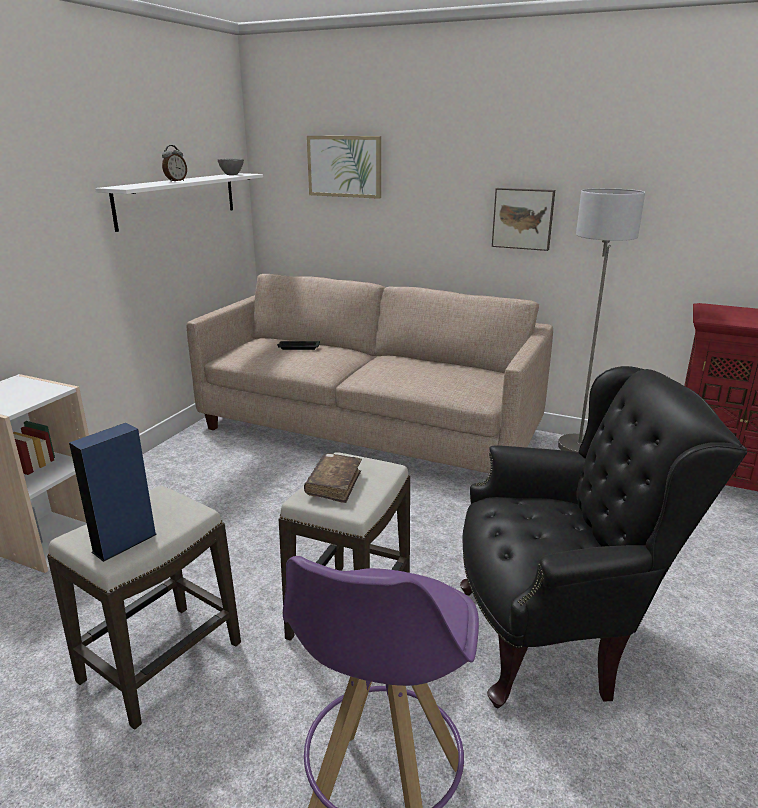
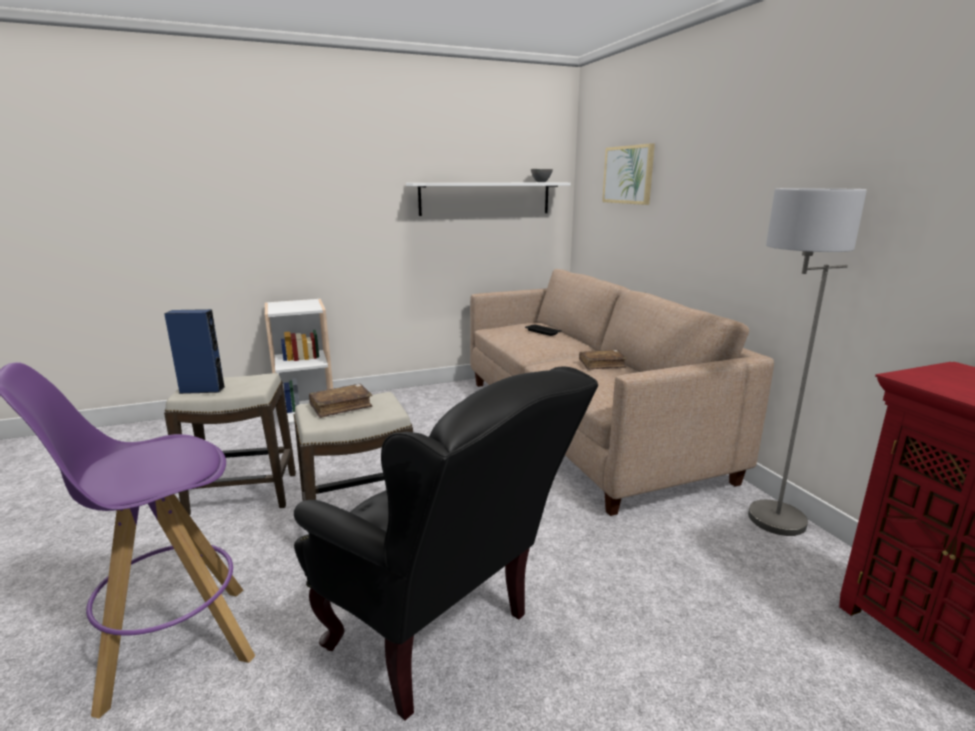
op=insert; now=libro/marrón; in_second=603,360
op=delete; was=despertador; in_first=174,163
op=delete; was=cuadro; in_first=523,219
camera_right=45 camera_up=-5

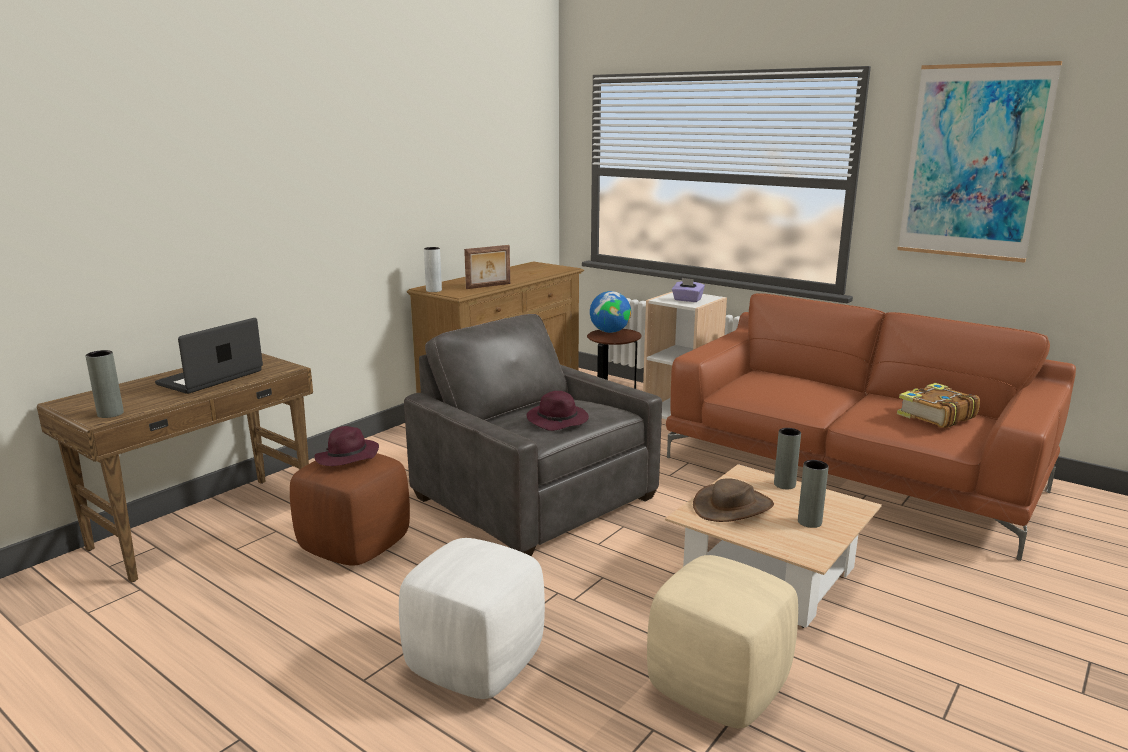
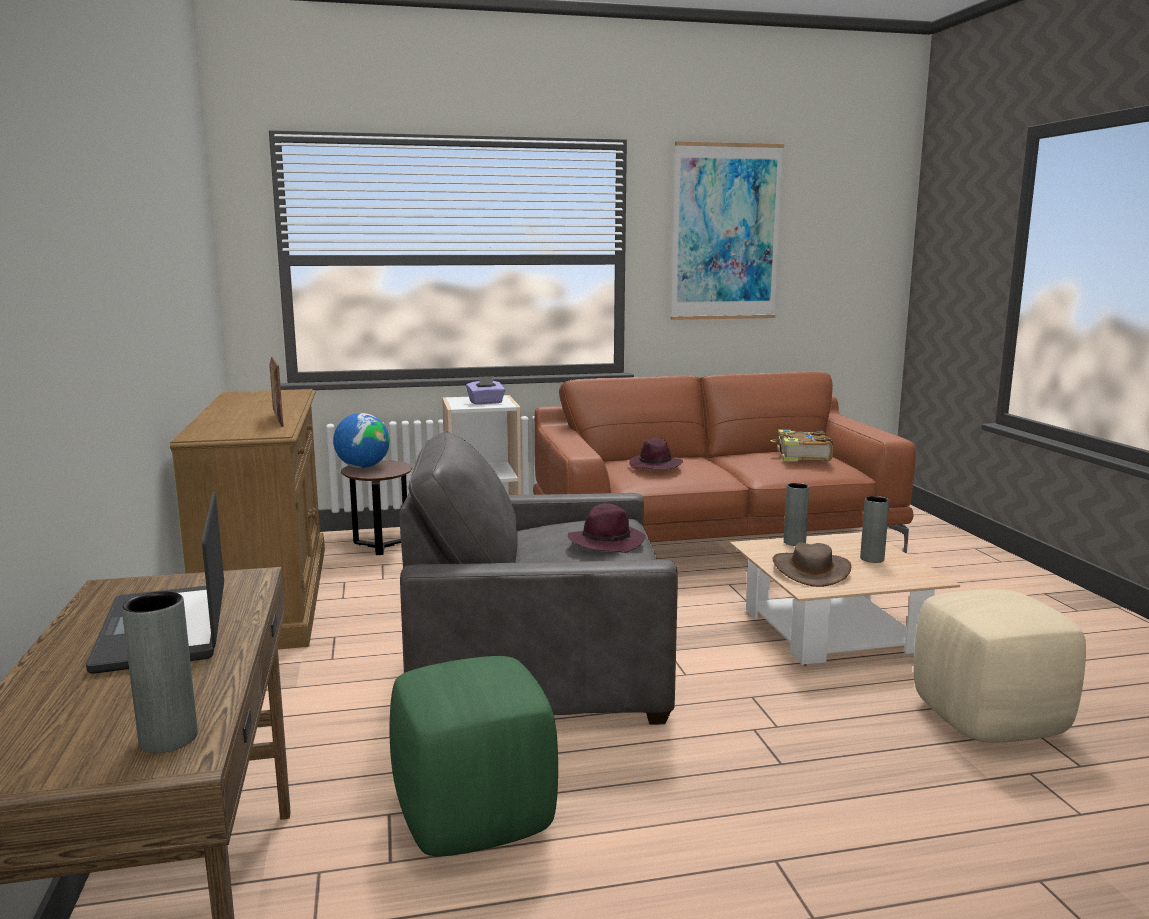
op=rotate; was=portarretratos; in_first=487,267; in_second=276,392; clockwise=150
op=recolor; was=puf/marrón; now=puf/verde; in_first=350,509; in_second=474,756
op=move; was=sombrero/morado; in_first=347,446; in_second=656,454
op=delete; was=puf/blanco; in_first=472,618
op=delete; was=florero/gris; in_first=433,269
camera_right=-50 camera_up=-5

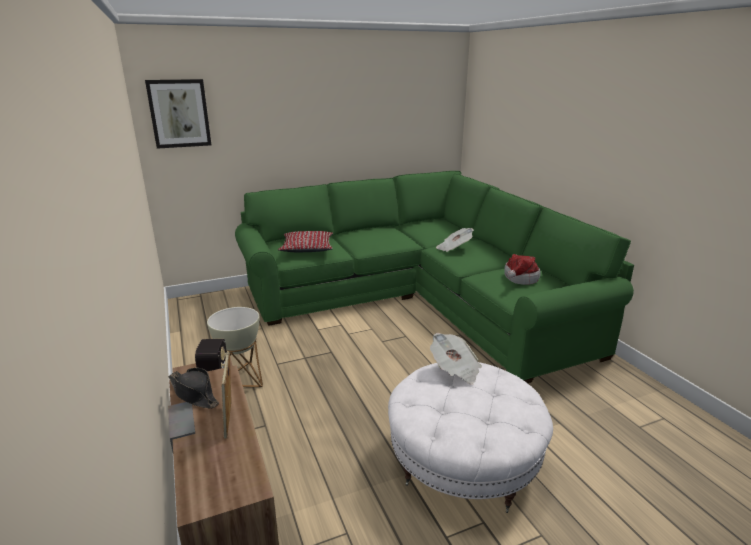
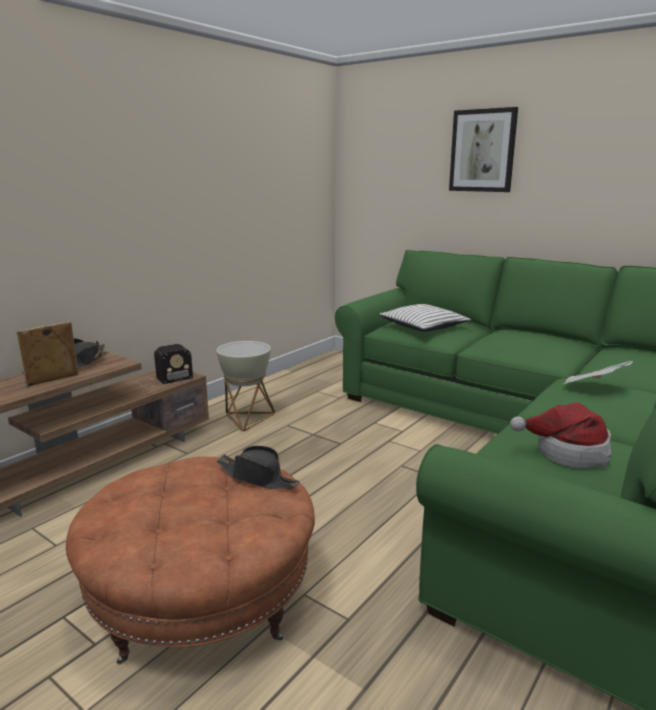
op=recolor; was=puf/blanco; now=puf/marrón; in_first=470,437; in_second=190,560
op=replace; was=periódico; now=sombrero/negro; in_first=456,358; in_second=258,467
op=recolor; was=cojín/rojo; now=cojín/blanco; in_first=305,241; in_second=425,318
op=move; was=cuadro; in_first=178,114; in_second=483,149
camera_right=60 camera_up=-5

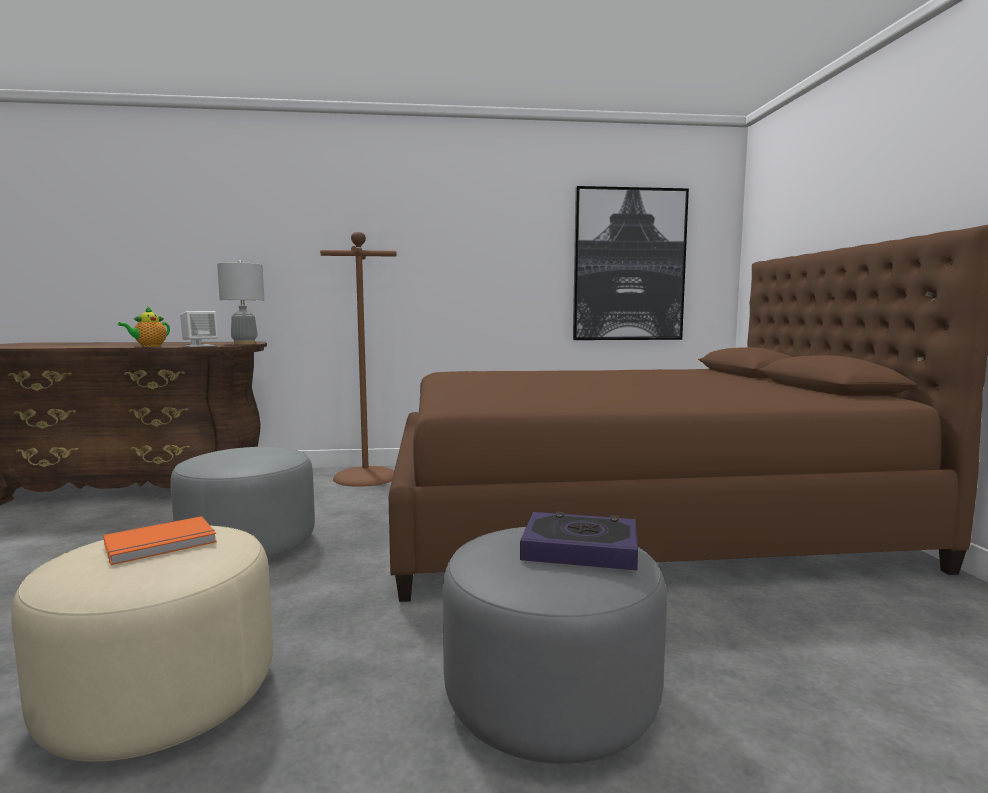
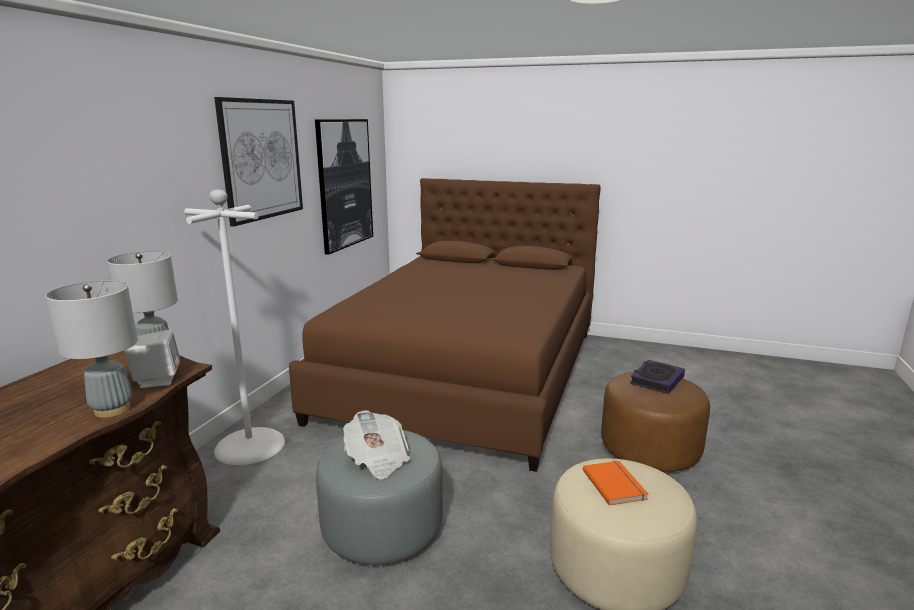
op=replace; was=tetera; now=lámpara de mesa/gris; in_first=144,326; in_second=91,349
op=recolor; was=perchero/marrón; now=perchero/blanco; in_first=358,359; in_second=234,327
op=insert; now=cuadro; in_second=258,162
op=insert; now=periódico; in_second=376,445
op=recolor; was=puf/gris; now=puf/marrón; in_first=555,645; in_second=655,422
camera_right=-65 camera_up=10

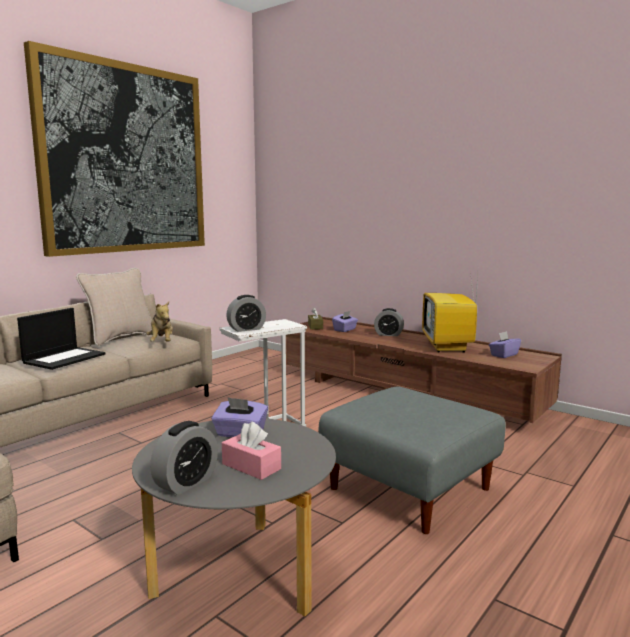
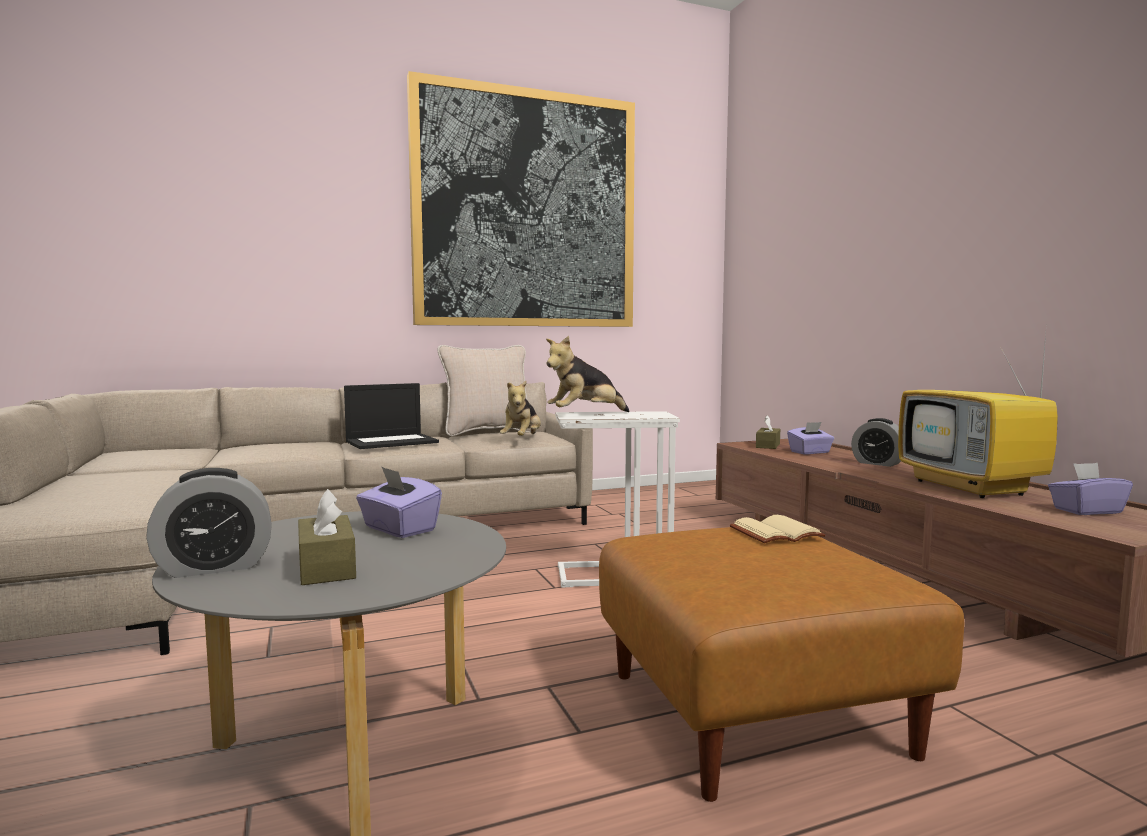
op=recolor; was=caja de pañuelos/rosa; now=caja de pañuelos/marrón; in_first=251,451; in_second=327,537
op=replace; was=despertador; now=peluche; in_first=246,313; in_second=587,374
op=recolor; was=puf/gris; now=puf/marrón; in_first=412,460; in_second=781,664
op=insert; now=libro/beis; in_second=778,529
op=rotate; was=televisor; in_first=450,312; in_second=978,416; clockwise=-45
camera_right=30 camera_up=-5

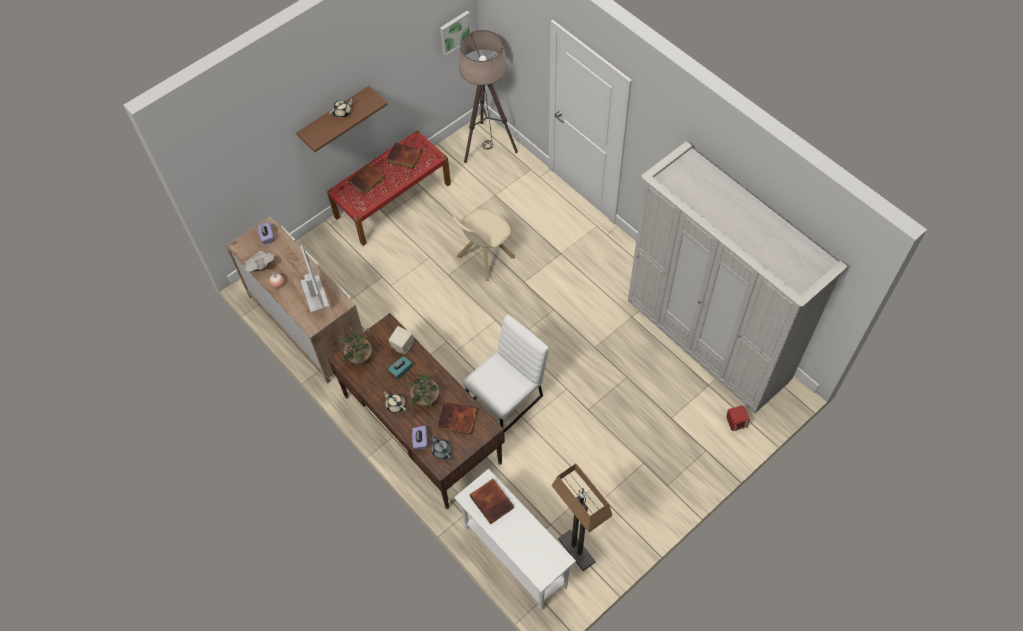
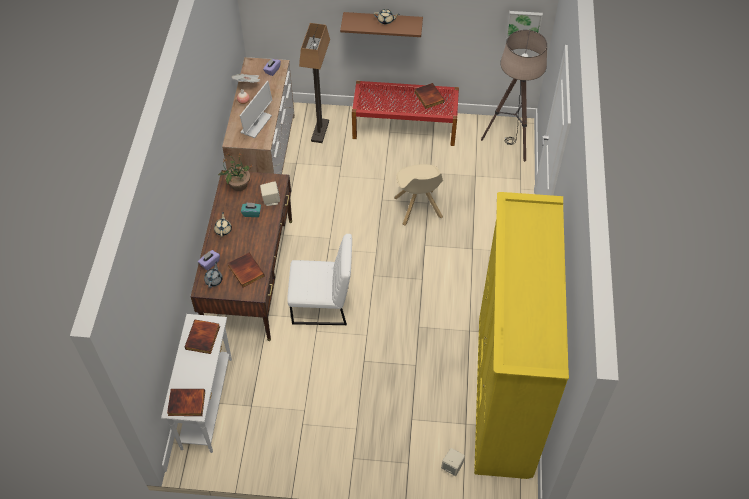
op=move; was=libro; in_first=366,179; in_second=186,402
op=move; was=lámpara de pie; in_first=582,517; in_second=314,83
op=rotate; was=silla/beis; in_first=484,245; in_second=418,194; clockwise=-105
op=recolor; was=altavoz/rojo; now=altavoz/beis; in_first=738,418; in_second=453,462
op=recolor; was=armario ropero/blanco; now=armario ropero/amarillo; in_first=738,277; in_second=521,335
op=delete; was=planta en maceta; in_first=422,388
camera_right=45 camera_up=-5

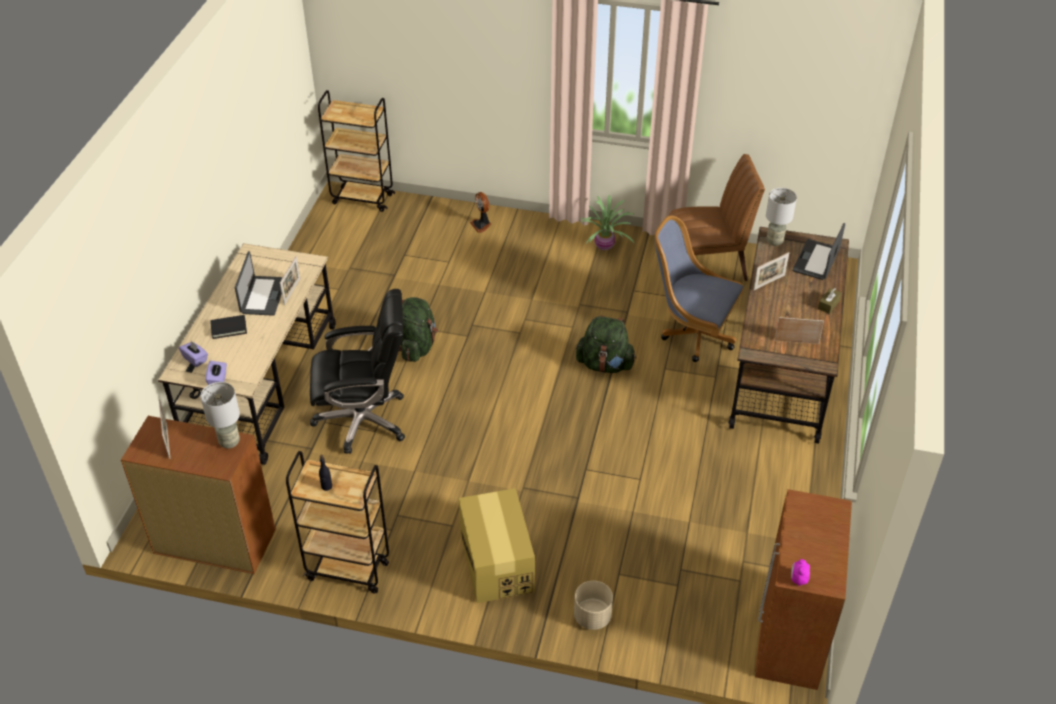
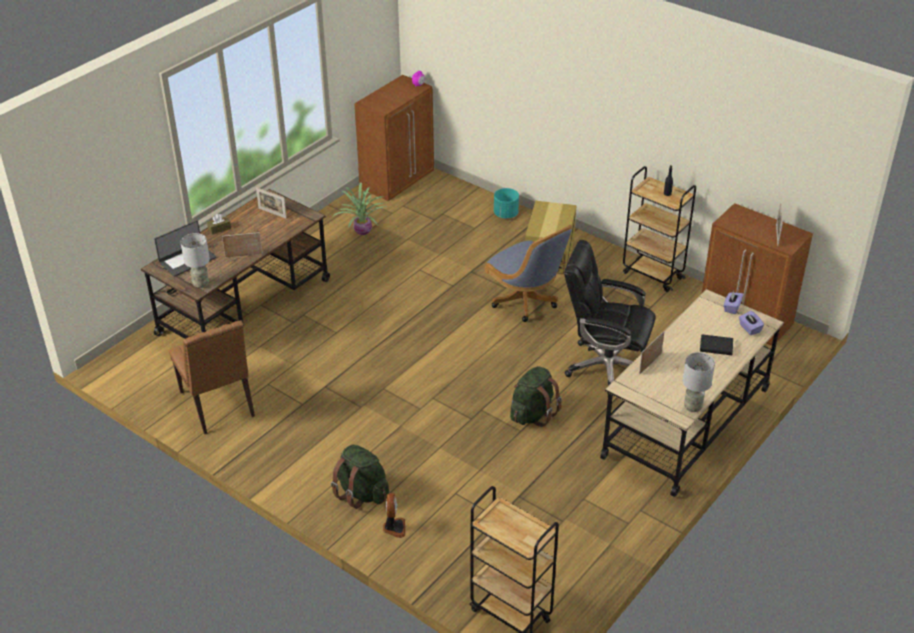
op=rotate; was=silla/marrón; in_first=717,217; in_second=212,377; clockwise=-135
op=move; was=mochila/verde; in_first=606,344; in_second=360,476
op=move; was=planta en maceta; in_first=607,222; in_second=360,208
op=move; was=silla de oficina/azul; in_first=699,289; in_second=528,273
op=recolor; was=maceta/beis; now=maceta/turquesa; in_first=593,605; in_second=506,203
op=move; was=lámpara de mesa/gris; in_first=220,415; in_second=699,382
op=delete; was=portátil; in_first=259,283
camera_right=-155 camera_up=-5

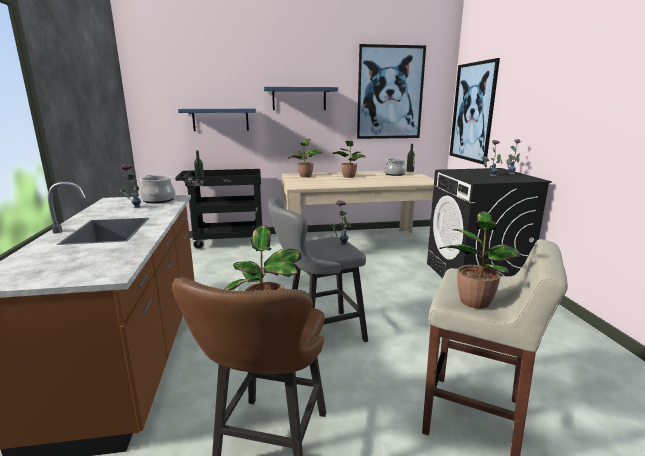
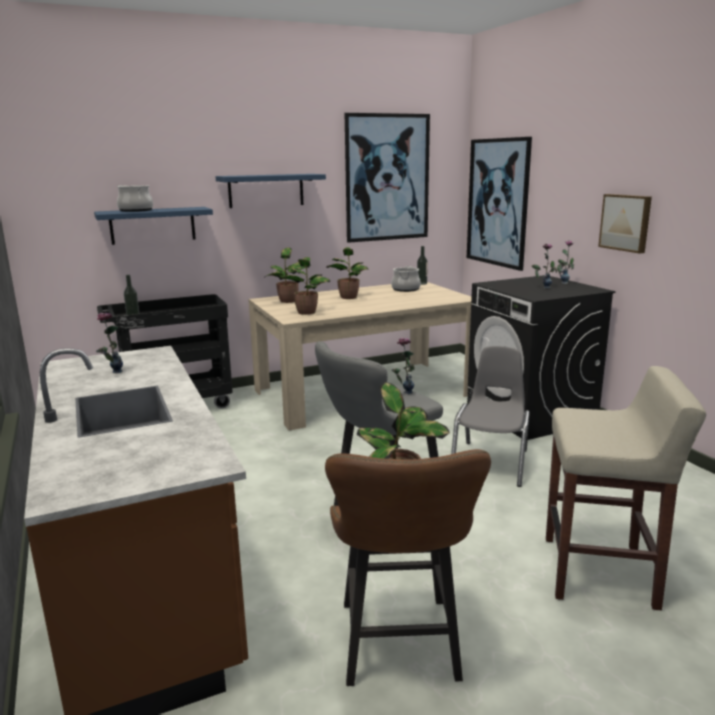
op=move; was=olla; in_first=158,189; in_second=135,198
op=move; was=planta en maceta; in_first=479,260; in_second=304,286
op=insert; now=silla/gris; in_second=490,416
op=insert; now=cuadro; in_second=625,224
camera_right=-15 camera_up=0

